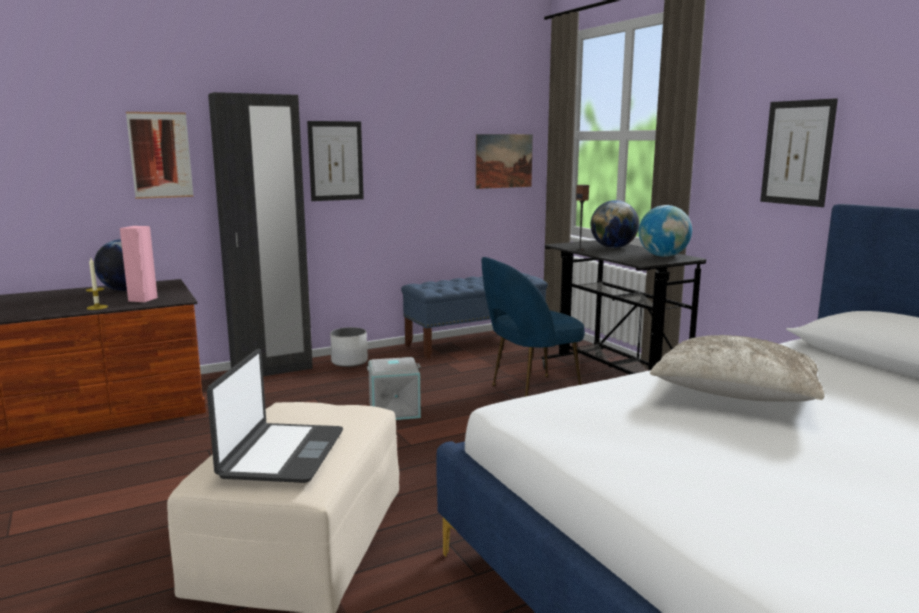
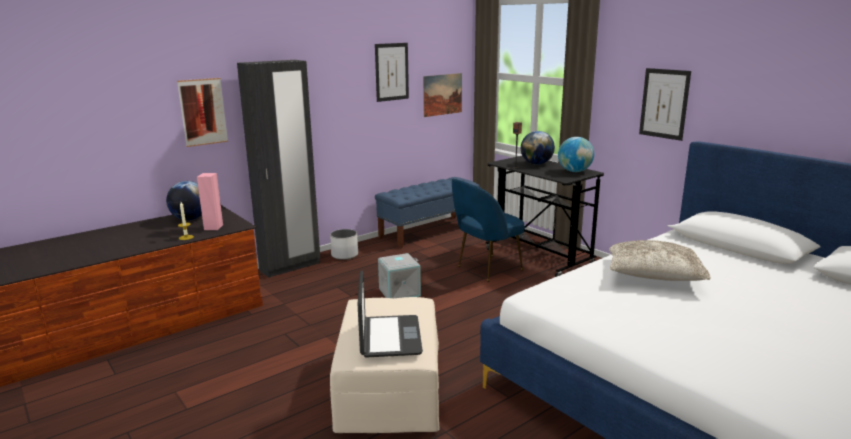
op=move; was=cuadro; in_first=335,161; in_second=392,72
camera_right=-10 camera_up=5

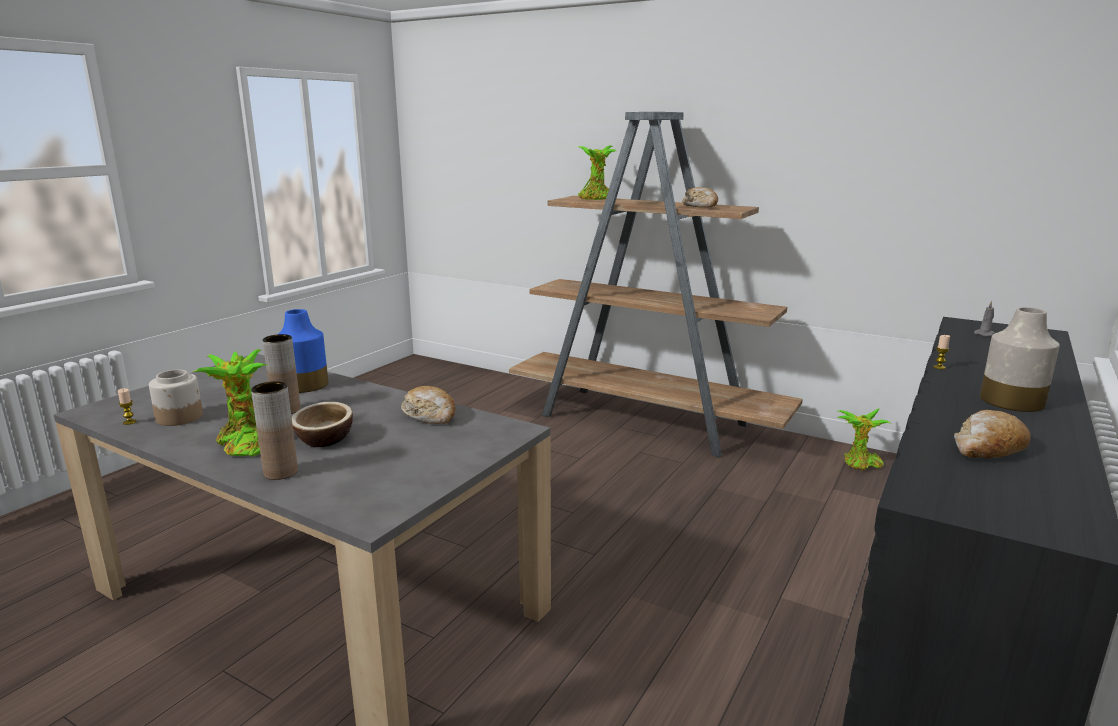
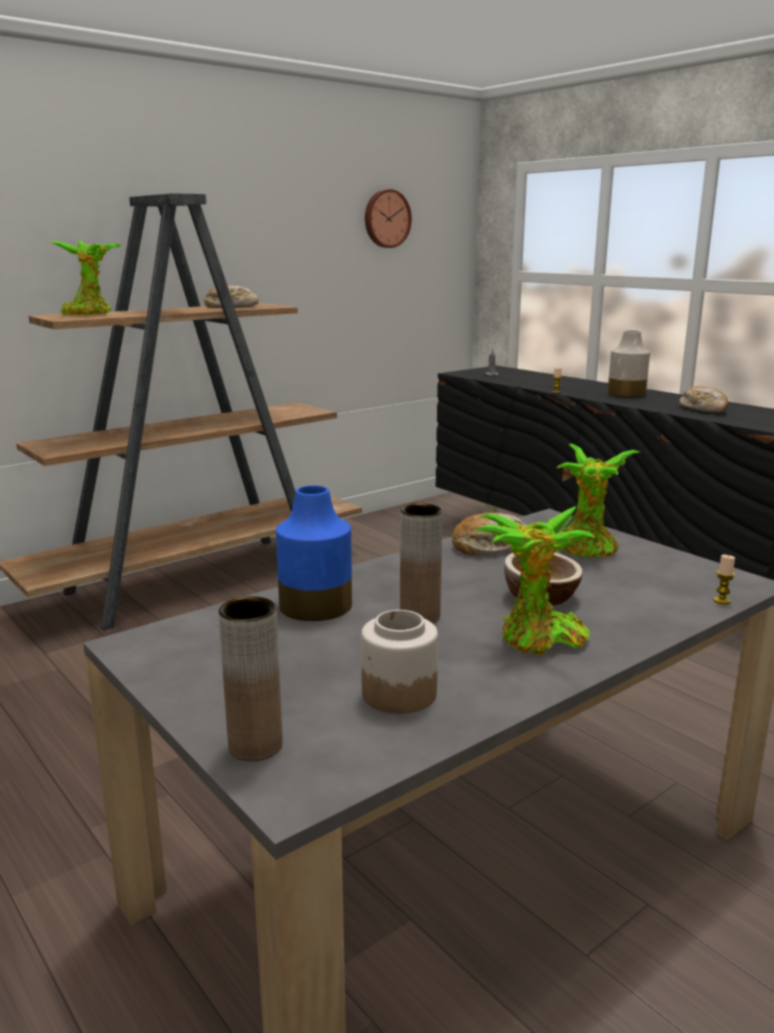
op=move; was=florero/marrón; in_first=274,430; in_second=251,678
op=insert; now=reloj de pared; in_second=388,218
op=move; was=planta en maceta; in_first=863,439; in_second=597,500
op=move; was=vela; in_first=127,406; in_second=724,579
camera_right=-70 camera_up=0

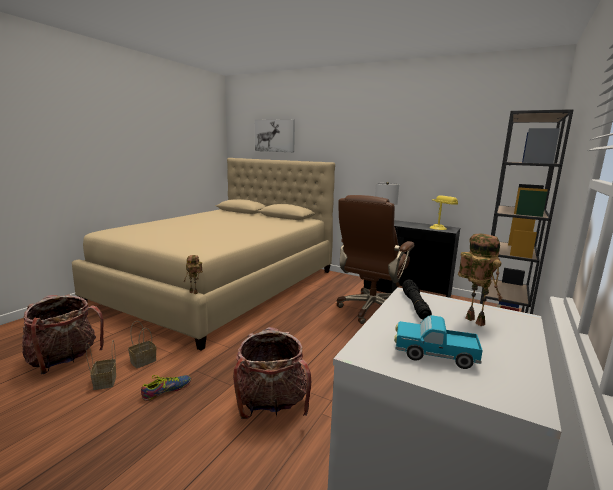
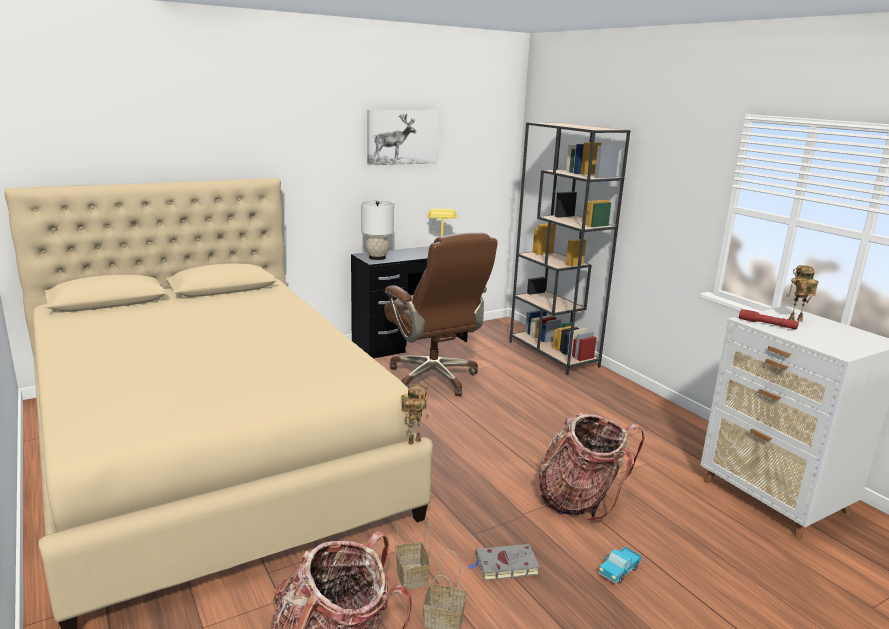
op=move; was=cuadro; in_first=275,135; in_second=403,137
op=replace; was=zapato; now=libro/gris; in_first=166,388; in_second=503,562
op=move; was=camión de juguete; in_first=438,342; in_second=619,565
op=recolor; was=linterna/negro; now=linterna/rojo; in_first=417,300; in_second=769,319
camera_right=-60 camera_up=5

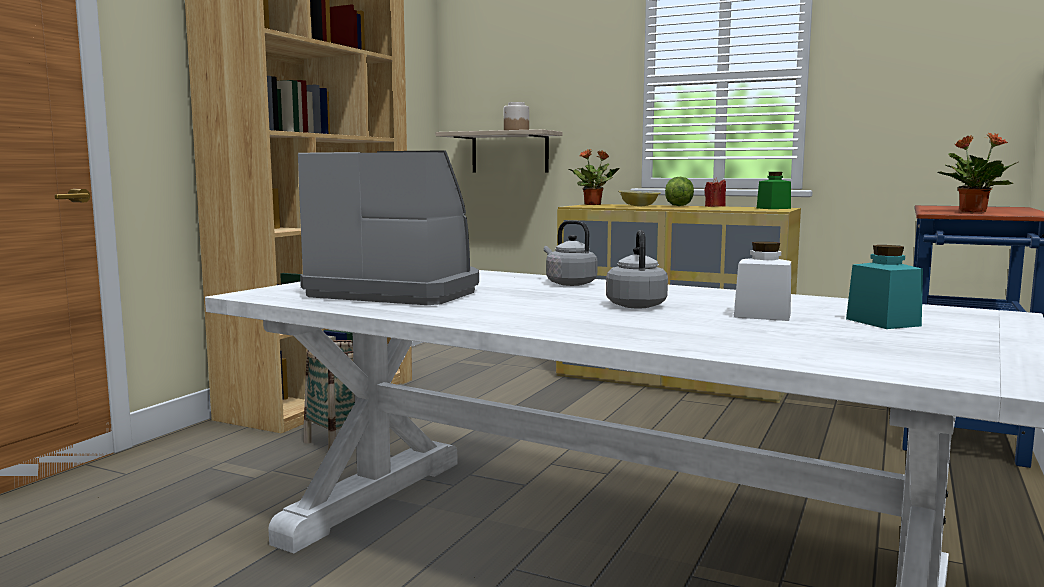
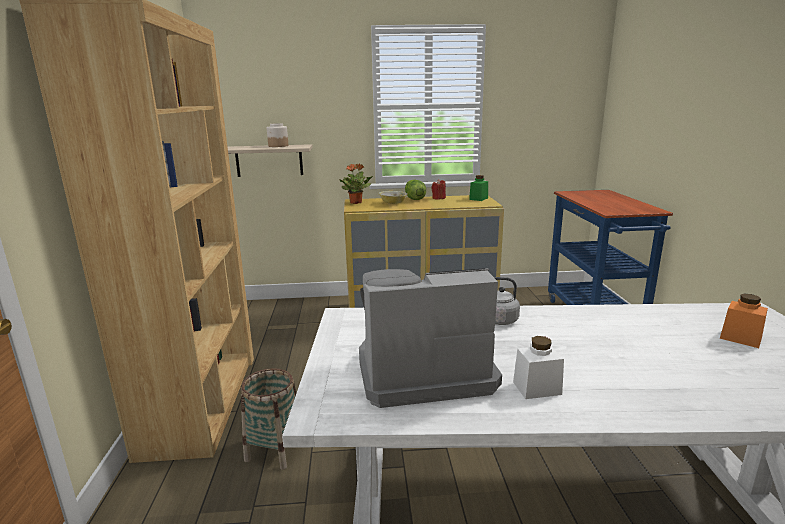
op=move; was=tarro/blanco; in_first=762,281; in_second=538,367
op=recolor; was=tarro/turquesa; now=tarro/naranja; in_first=884,287; in_second=744,321
op=delete; was=hervidor/gris; in_first=637,269
op=delete; was=planta en maceta; in_first=977,172
camera_right=-30 camera_up=10

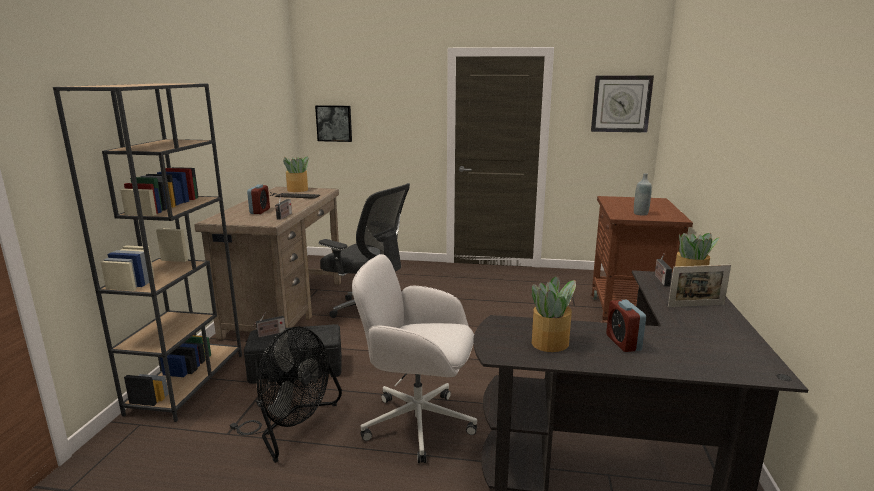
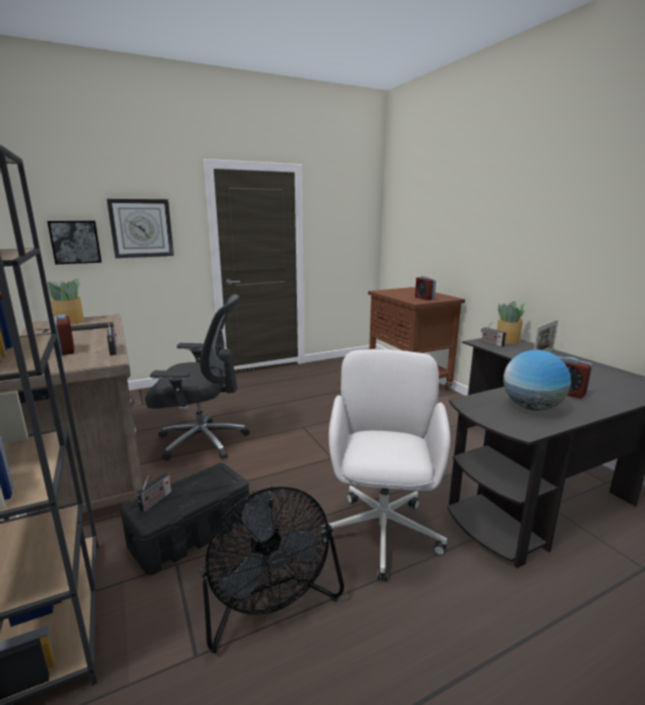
op=move; was=reloj de pared; in_first=622,104; in_second=140,228
op=rotate; was=ventilador/negro; in_first=286,395; in_second=272,569; clockwise=75
op=rotate; was=silla de oficina/blanco; in_first=414,358; in_second=385,465; clockwise=120
op=replace; was=botella/gris; now=despertador; in_first=643,194; in_second=425,288
op=replace; was=planta en maceta; now=globo terráqueo; in_first=554,314; in_second=537,380
camera_right=-35 camera_up=0

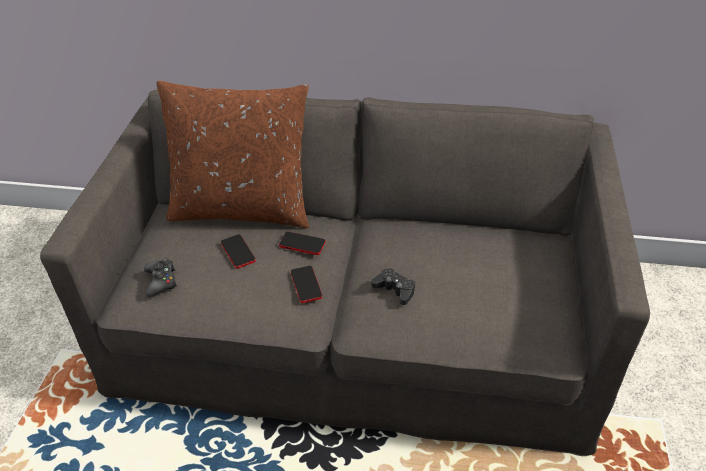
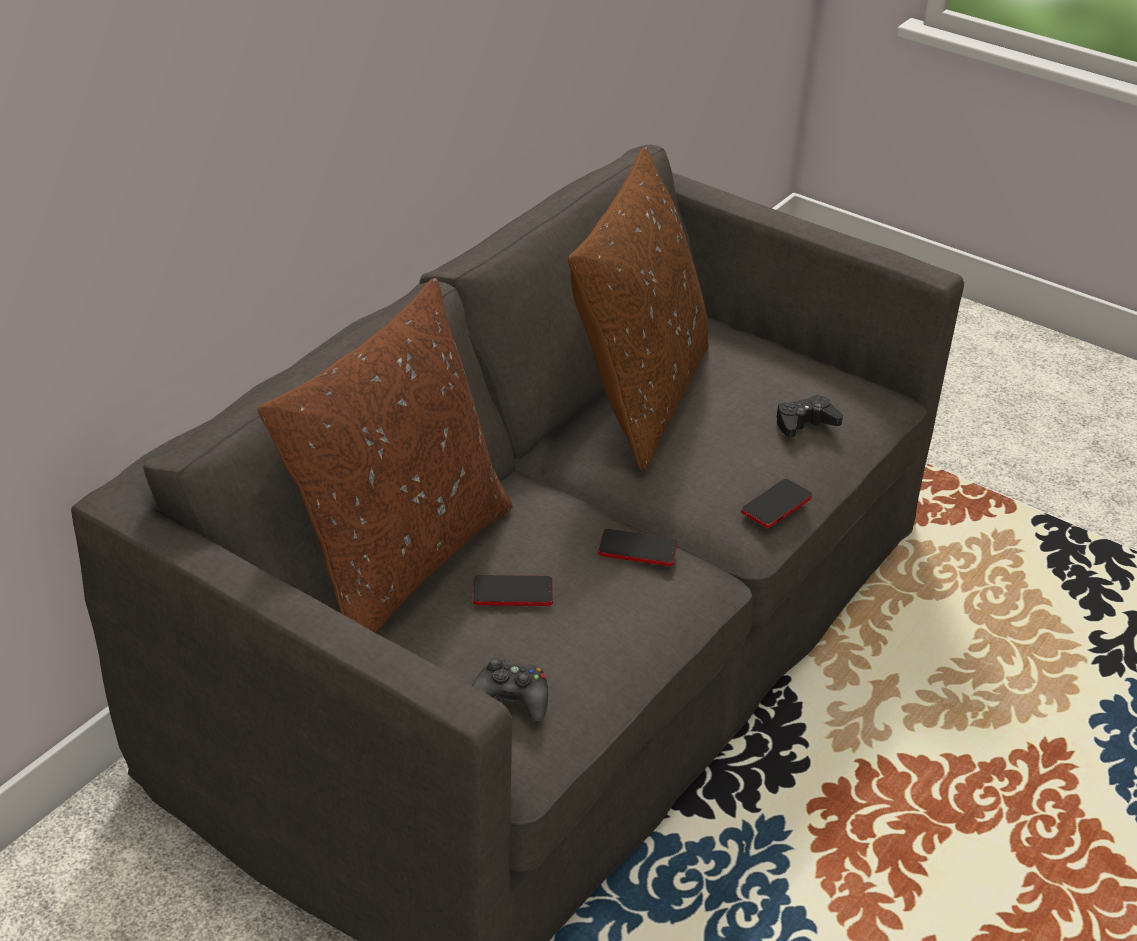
op=insert; now=cojín/marrón; in_second=638,309
op=move; was=móvil; in_first=302,243; in_second=776,503
op=move; was=mando de consola/negro; in_first=393,286; in_second=810,416
camera_right=-65 camera_up=-5

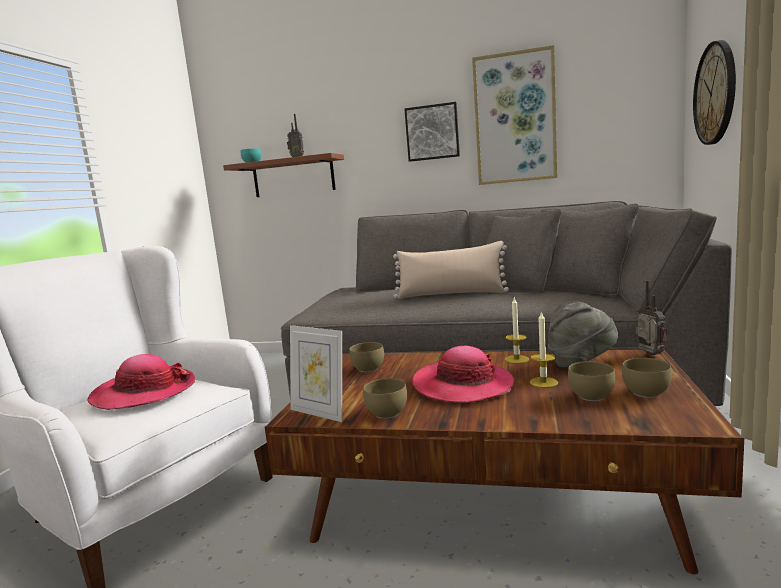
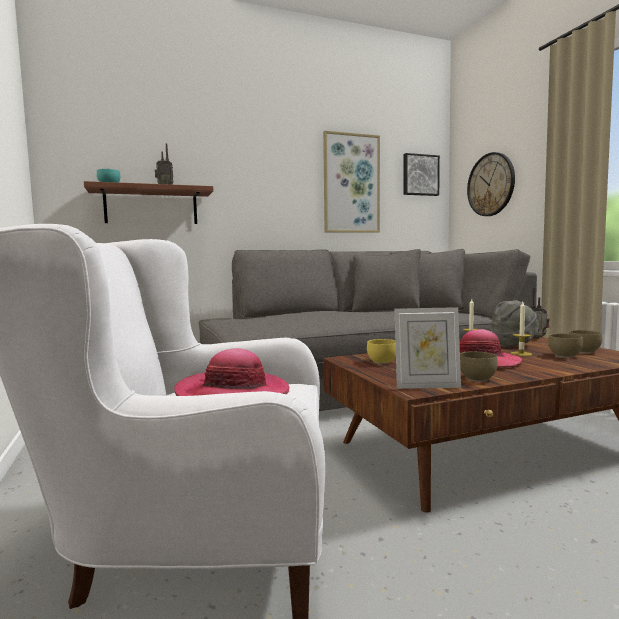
op=recolor; was=cuenco/marrón; now=cuenco/amarillo; in_first=366,357; in_second=381,351
op=move; was=cuadro; in_first=432,132; in_second=422,174
op=delete; was=cojín/beis; in_first=451,270
camera_right=-35 camera_up=-5

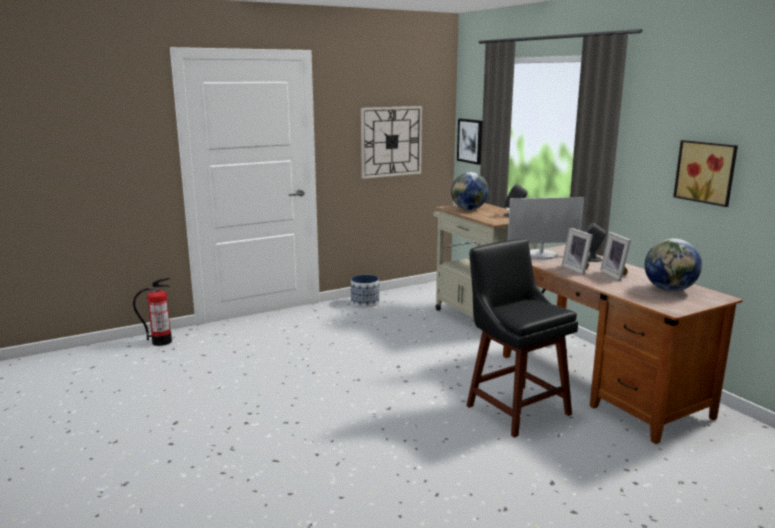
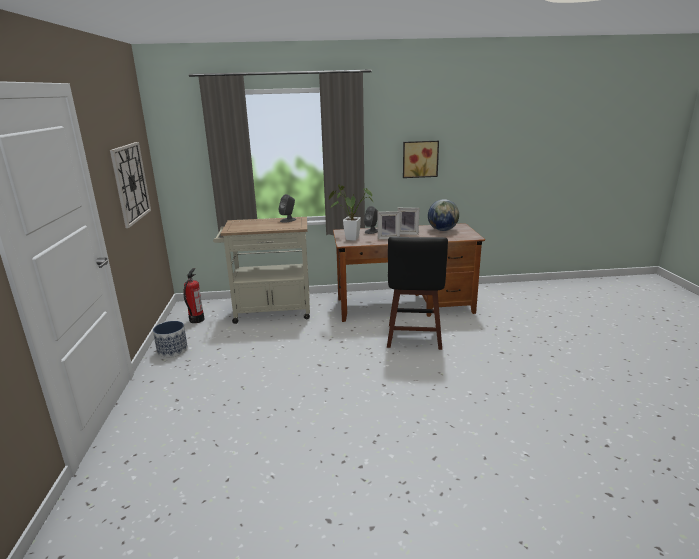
op=move; was=extintor; in_first=152,311; in_second=193,295
op=replace; was=monitor; now=planta en maceta; in_first=546,228; in_second=351,212
op=rotate; was=silla/negro; in_first=522,338; in_second=417,293; clockwise=-75
op=delete; was=globo terráqueo; in_first=470,191
op=delete; was=cuadro; in_first=469,142
camera_right=-65 camera_up=5

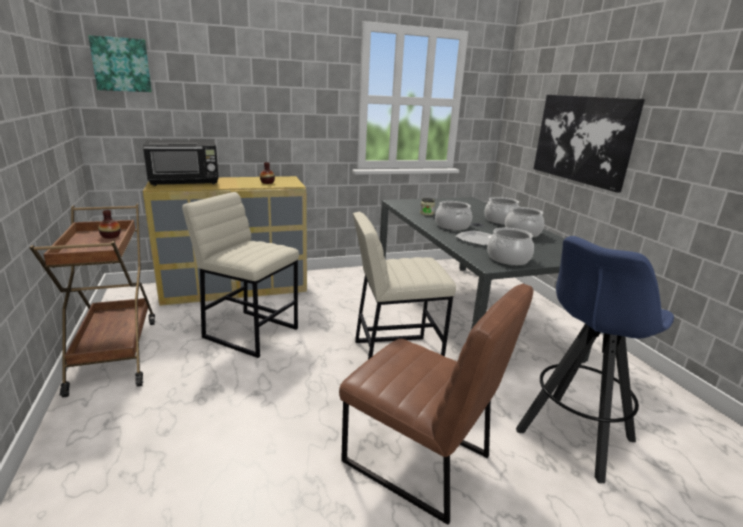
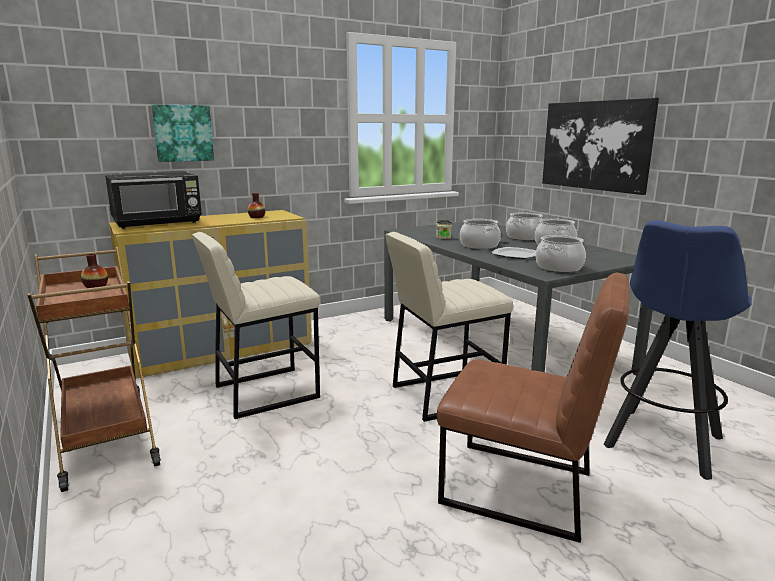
op=move; was=cuadro; in_first=120,63; in_second=182,133
op=rotate; was=silla/beis; in_first=240,275; in_second=256,325; clockwise=-45
camera_right=-10 camera_up=-5

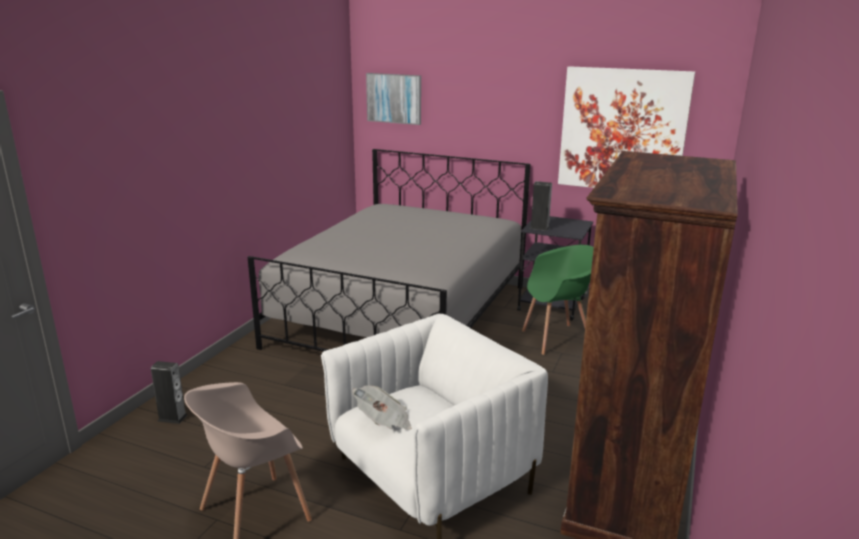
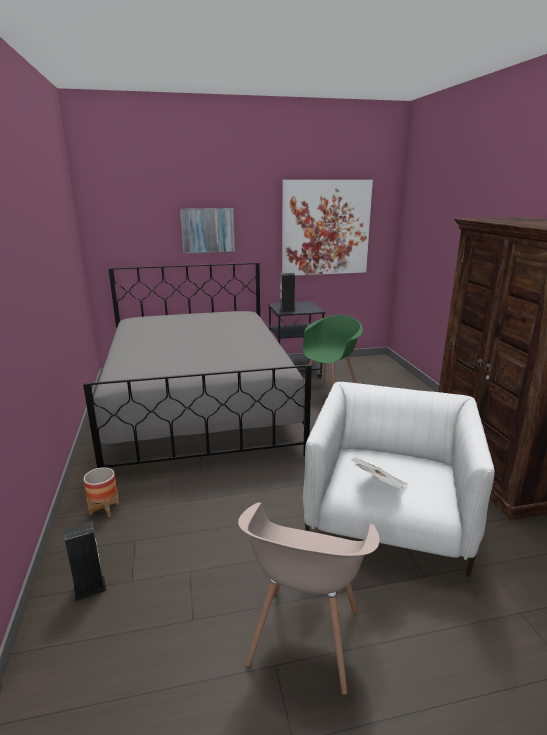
op=insert; now=maceta; in_second=101,492
op=move; was=cuadro; in_first=393,99; in_second=207,231
camera_right=-35 camera_up=0

